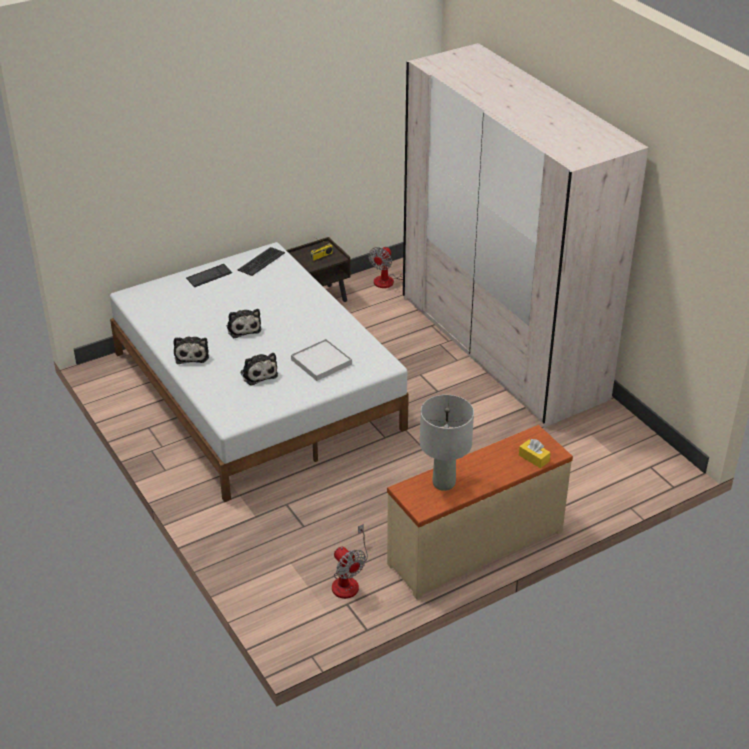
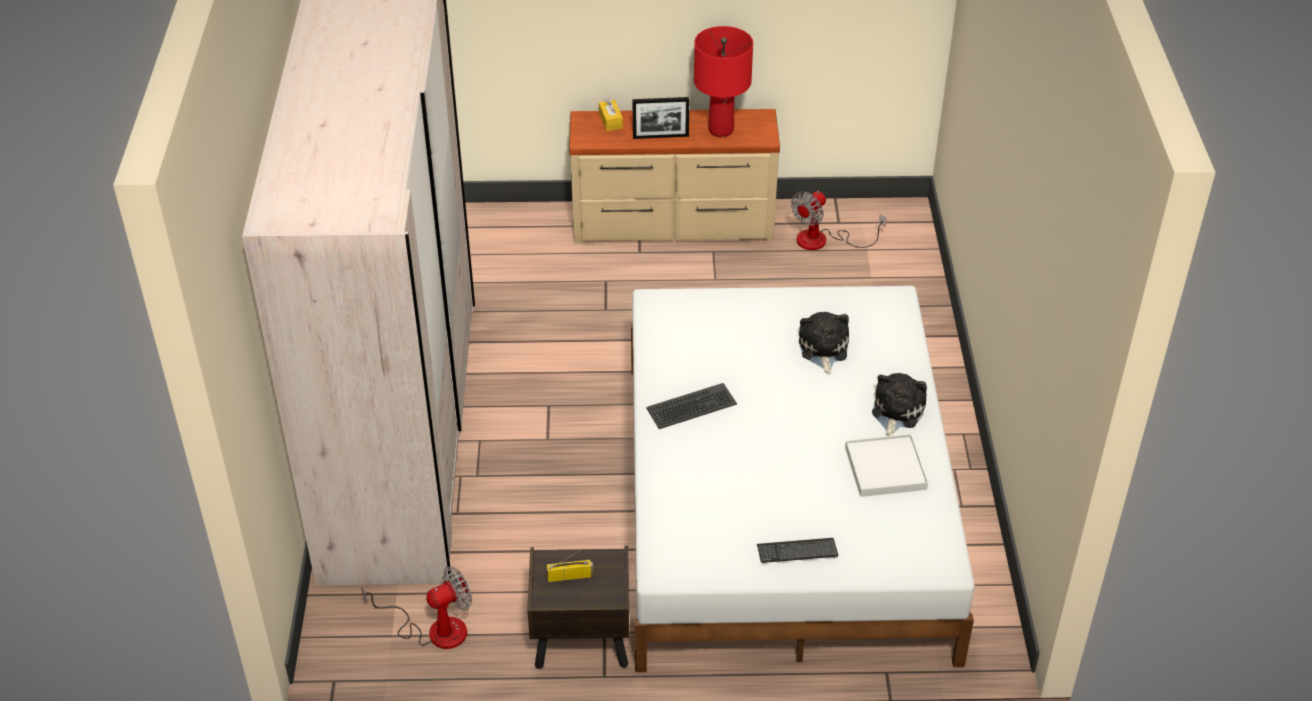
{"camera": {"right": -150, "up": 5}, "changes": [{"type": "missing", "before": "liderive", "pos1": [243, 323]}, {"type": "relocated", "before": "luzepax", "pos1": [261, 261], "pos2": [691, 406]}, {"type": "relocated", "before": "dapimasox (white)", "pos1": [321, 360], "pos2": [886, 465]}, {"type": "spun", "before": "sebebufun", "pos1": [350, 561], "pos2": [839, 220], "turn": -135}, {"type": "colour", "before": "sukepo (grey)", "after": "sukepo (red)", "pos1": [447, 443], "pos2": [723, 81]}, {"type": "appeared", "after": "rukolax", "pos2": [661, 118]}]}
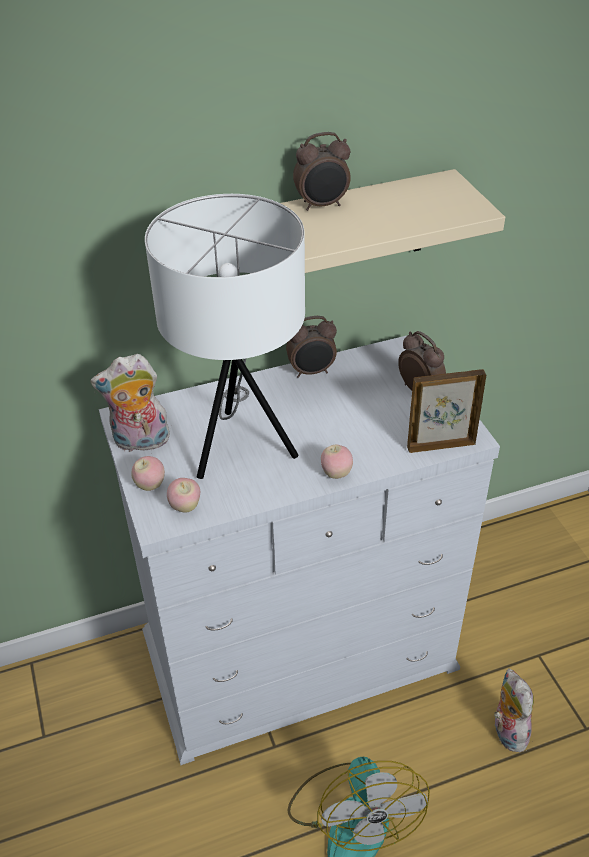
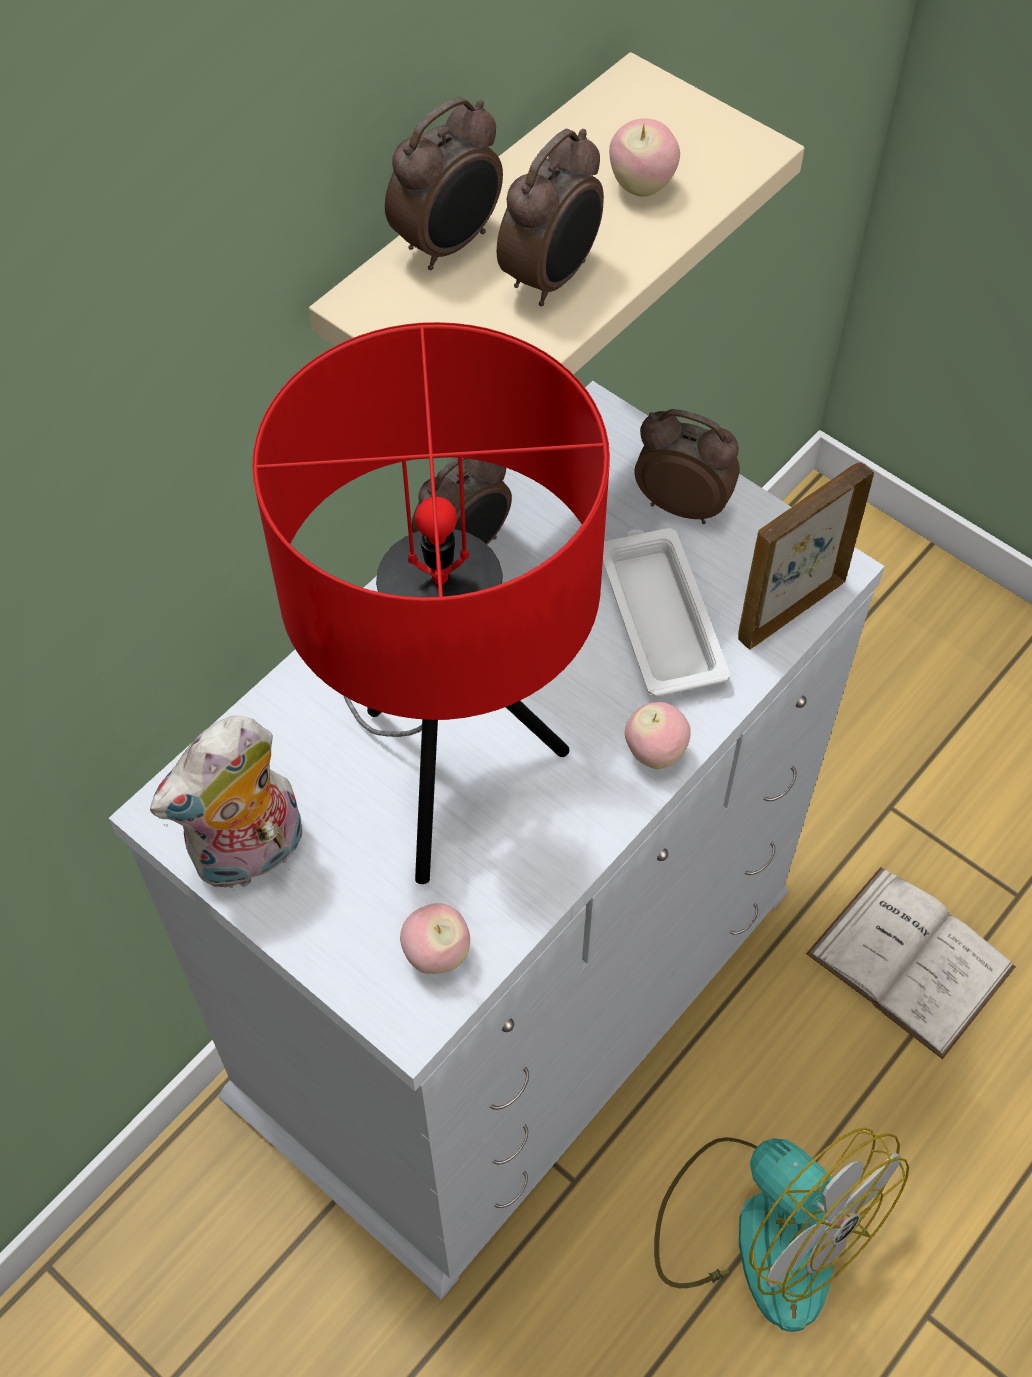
{"camera": {"right": -30, "up": 15}, "changes": [{"type": "relocated", "before": "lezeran", "pos1": [148, 473], "pos2": [644, 157]}, {"type": "colour", "before": "sukepo (white)", "after": "sukepo (red)", "pos1": [225, 336], "pos2": [431, 603]}, {"type": "exchanged", "before": "liderive", "after": "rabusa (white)", "pos1": [514, 710], "pos2": [911, 963]}, {"type": "appeared", "after": "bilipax", "pos2": [550, 217]}, {"type": "appeared", "after": "dapimasox (white)", "pos2": [666, 612]}]}
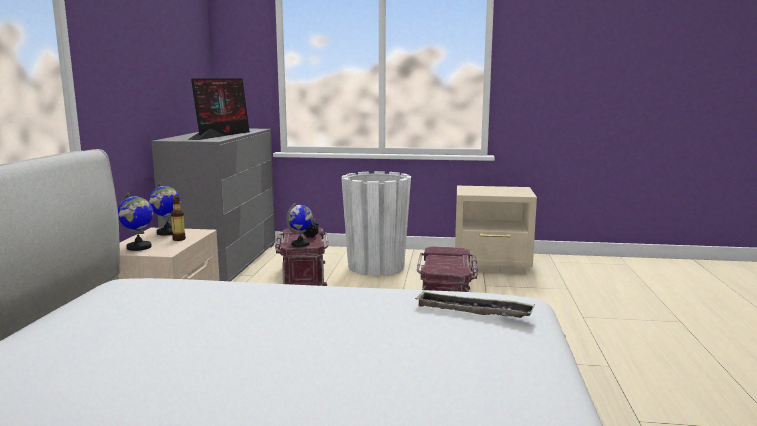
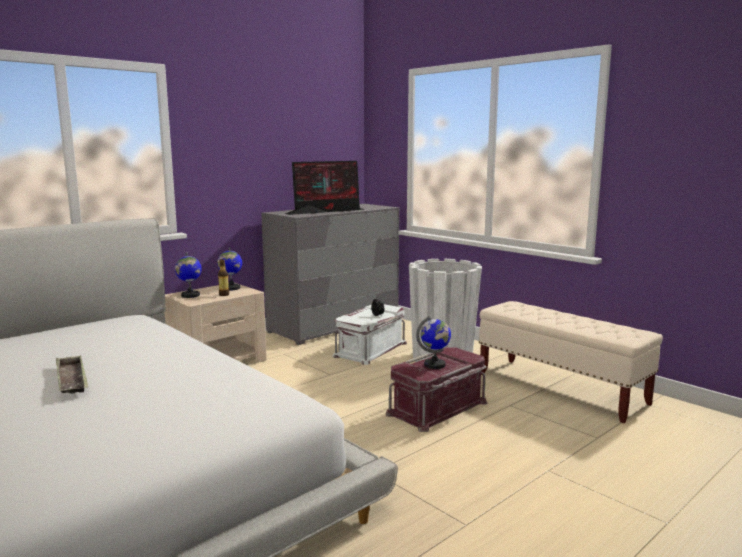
{"camera": {"right": 40, "up": 0}, "changes": [{"type": "colour", "before": "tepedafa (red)", "after": "tepedafa (white)", "pos1": [301, 256], "pos2": [370, 334]}, {"type": "relocated", "before": "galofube", "pos1": [299, 225], "pos2": [433, 342]}, {"type": "relocated", "before": "dapimasox", "pos1": [475, 304], "pos2": [72, 374]}, {"type": "exchanged", "before": "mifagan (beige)", "after": "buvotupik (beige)", "pos1": [496, 230], "pos2": [571, 362]}]}
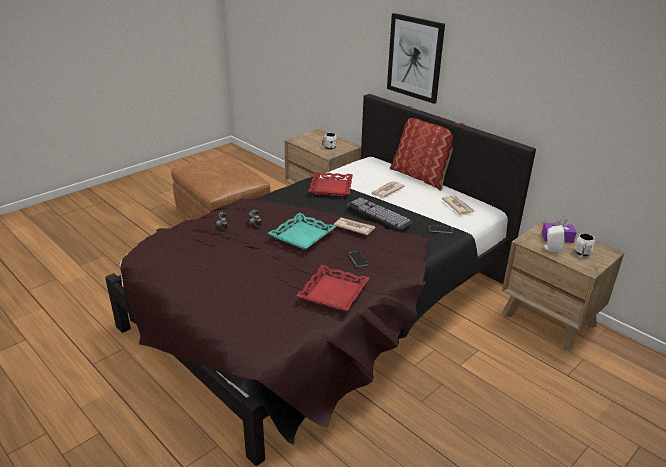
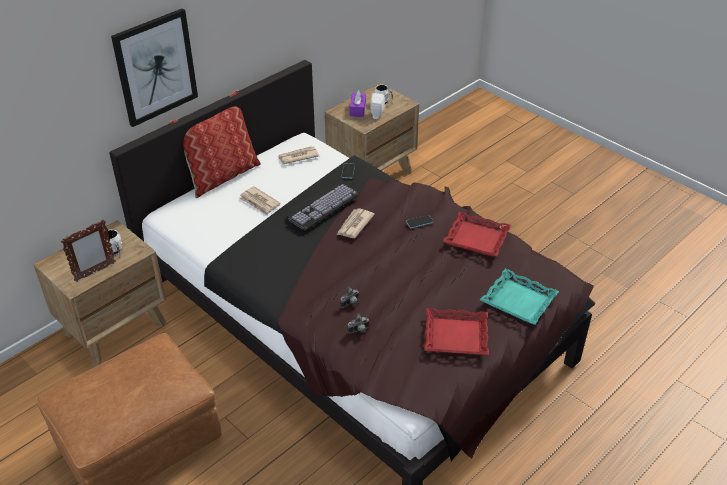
{"camera": {"right": -90, "up": 10}, "changes": [{"type": "relocated", "before": "dapimasox (turquoise)", "pos1": [302, 231], "pos2": [519, 296]}, {"type": "relocated", "before": "dapimasox (red)", "pos1": [331, 184], "pos2": [456, 331]}, {"type": "appeared", "after": "rukolax", "pos2": [88, 251]}]}
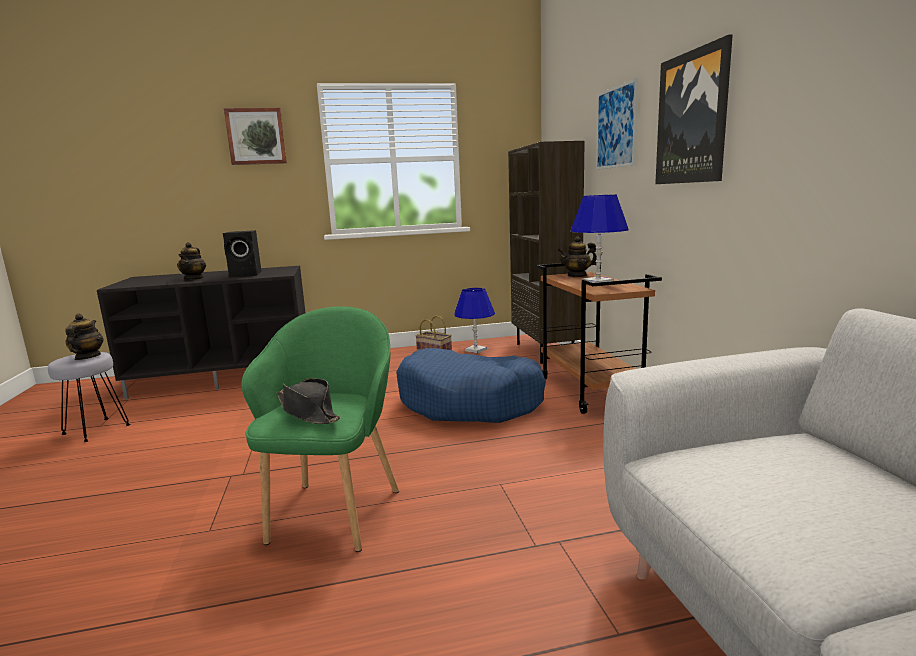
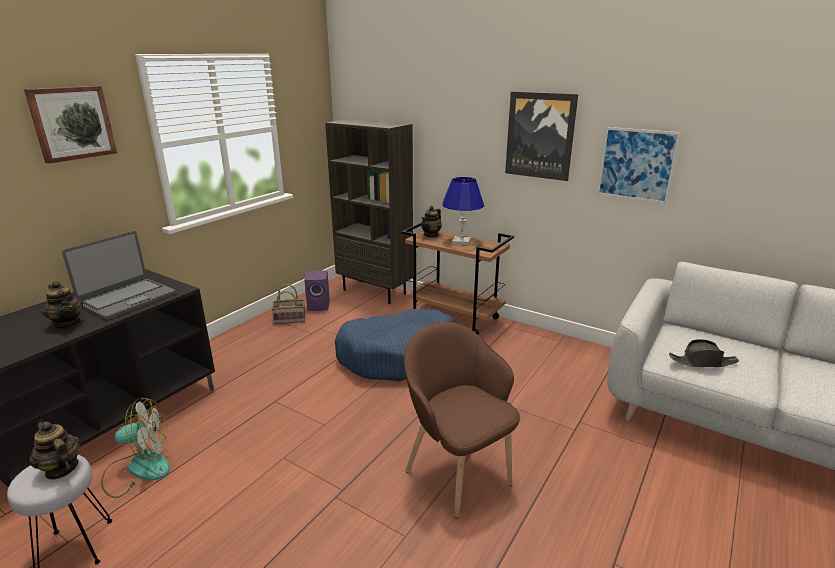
{"camera": {"right": -45, "up": 10}, "changes": [{"type": "exchanged", "before": "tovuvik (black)", "after": "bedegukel", "pos1": [242, 253], "pos2": [119, 275]}, {"type": "colour", "before": "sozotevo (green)", "after": "sozotevo (brown)", "pos1": [320, 429], "pos2": [462, 420]}, {"type": "relocated", "before": "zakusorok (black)", "pos1": [308, 401], "pos2": [704, 353]}, {"type": "exchanged", "before": "sukepo (blue)", "after": "tovuvik (purple)", "pos1": [474, 320], "pos2": [317, 290]}, {"type": "relocated", "before": "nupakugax", "pos1": [617, 124], "pos2": [639, 165]}, {"type": "appeared", "after": "sebebufun", "pos2": [135, 448]}]}
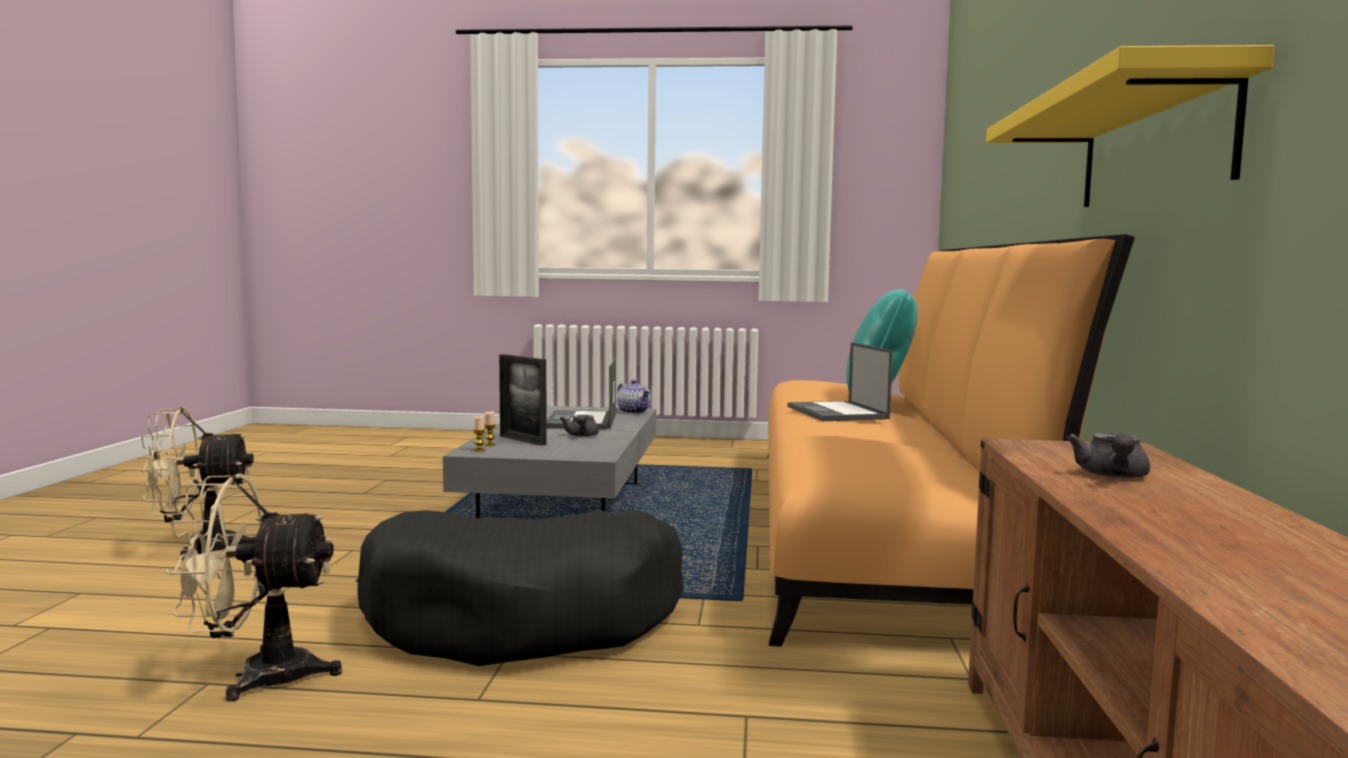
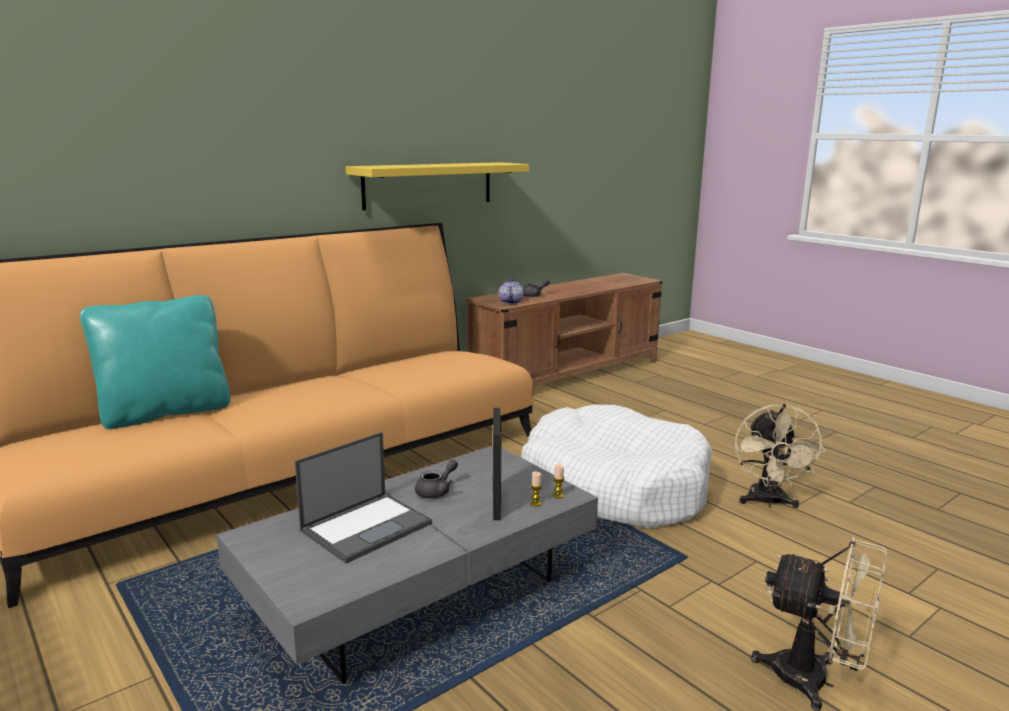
{"camera": {"right": -135, "up": 10}, "changes": [{"type": "spun", "before": "sebebufun (beige)", "pos1": [253, 588], "pos2": [780, 456], "turn": 60}, {"type": "colour", "before": "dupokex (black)", "after": "dupokex (white)", "pos1": [520, 587], "pos2": [616, 467]}, {"type": "relocated", "before": "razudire", "pos1": [633, 397], "pos2": [511, 291]}, {"type": "missing", "before": "bedegukel", "pos1": [840, 381]}]}
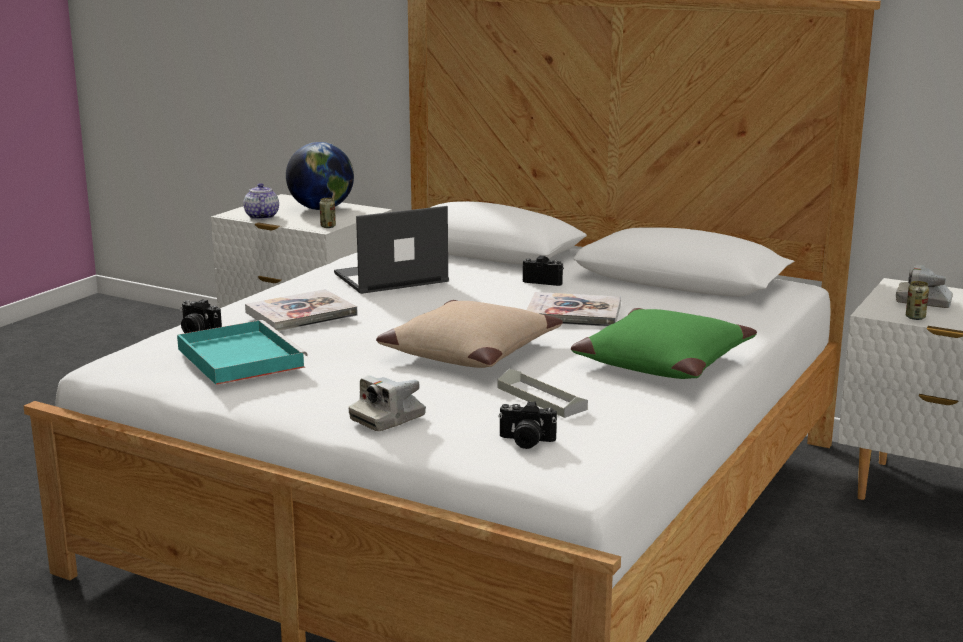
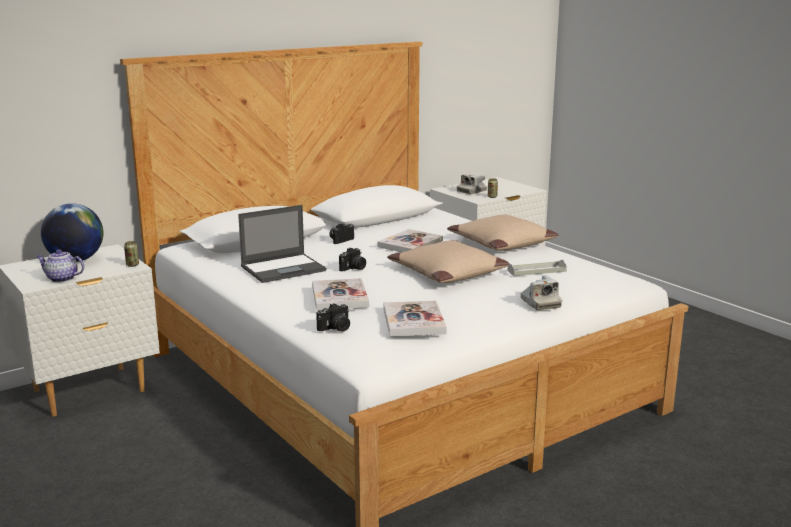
{"camera": {"right": -65, "up": 0}, "changes": [{"type": "exchanged", "before": "dapimasox (turquoise)", "after": "rabusa", "pos1": [242, 352], "pos2": [415, 318]}, {"type": "spun", "before": "bedegukel", "pos1": [391, 250], "pos2": [282, 244], "turn": -120}, {"type": "relocated", "before": "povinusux", "pos1": [527, 425], "pos2": [352, 260]}, {"type": "colour", "before": "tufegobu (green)", "after": "tufegobu (beige)", "pos1": [664, 343], "pos2": [503, 233]}]}
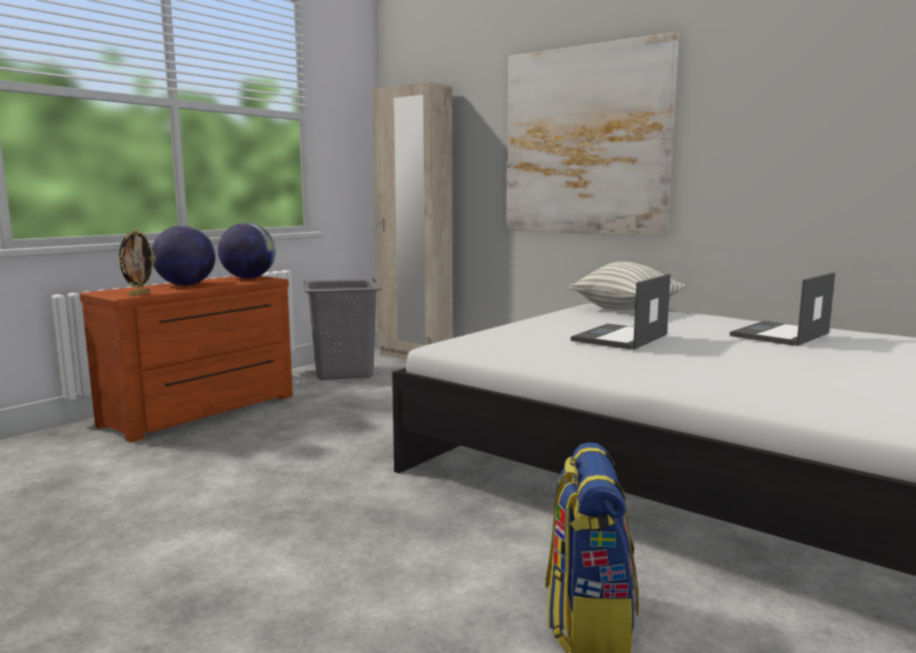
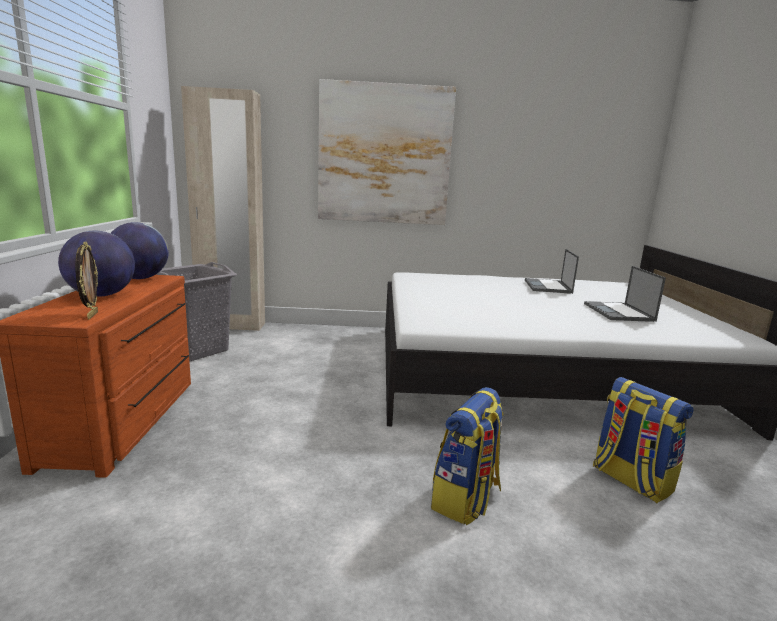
{"camera": {"right": -40, "up": 5}, "changes": [{"type": "missing", "before": "tufegobu", "pos1": [627, 286]}, {"type": "relocated", "before": "bedegukel", "pos1": [621, 312], "pos2": [625, 294]}, {"type": "appeared", "after": "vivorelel", "pos2": [467, 456]}]}
